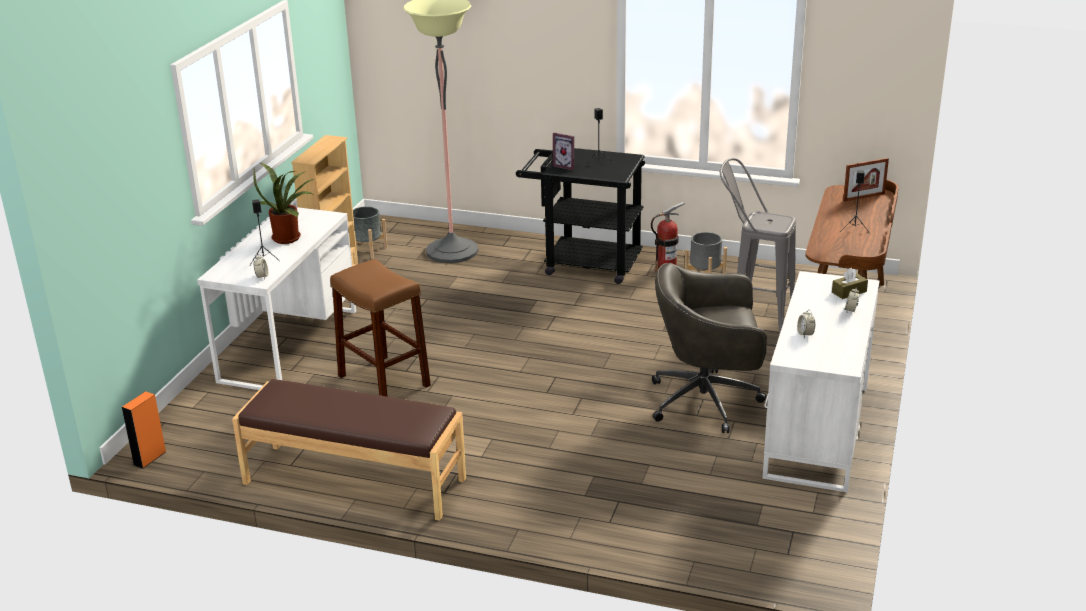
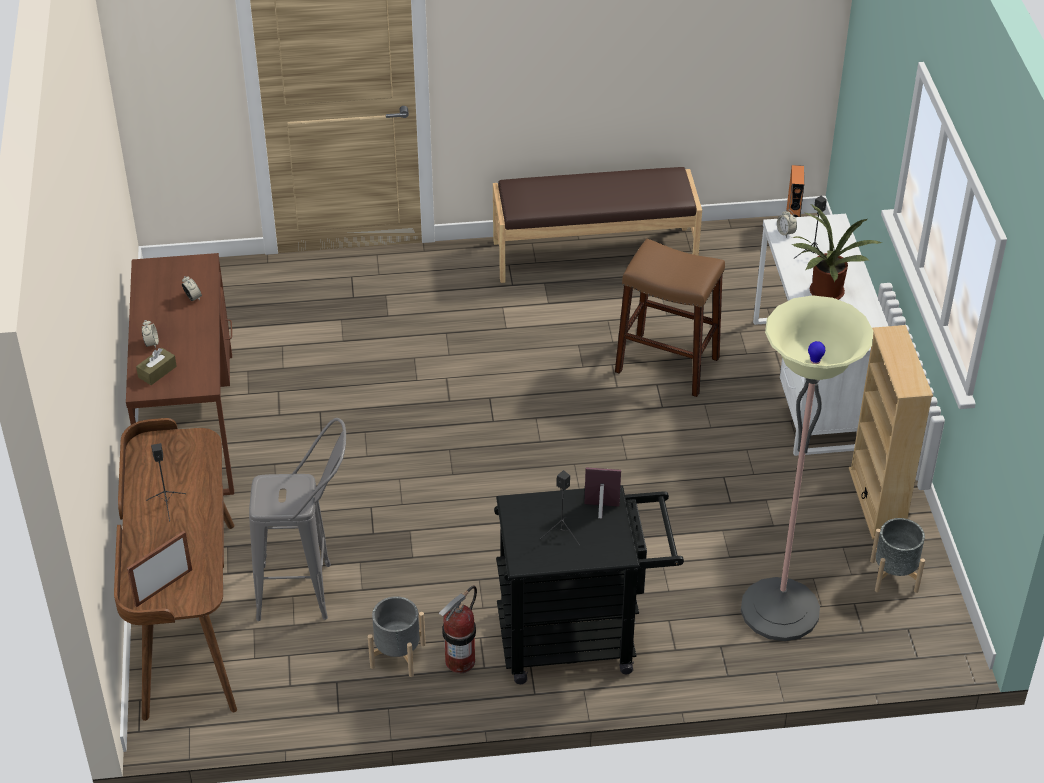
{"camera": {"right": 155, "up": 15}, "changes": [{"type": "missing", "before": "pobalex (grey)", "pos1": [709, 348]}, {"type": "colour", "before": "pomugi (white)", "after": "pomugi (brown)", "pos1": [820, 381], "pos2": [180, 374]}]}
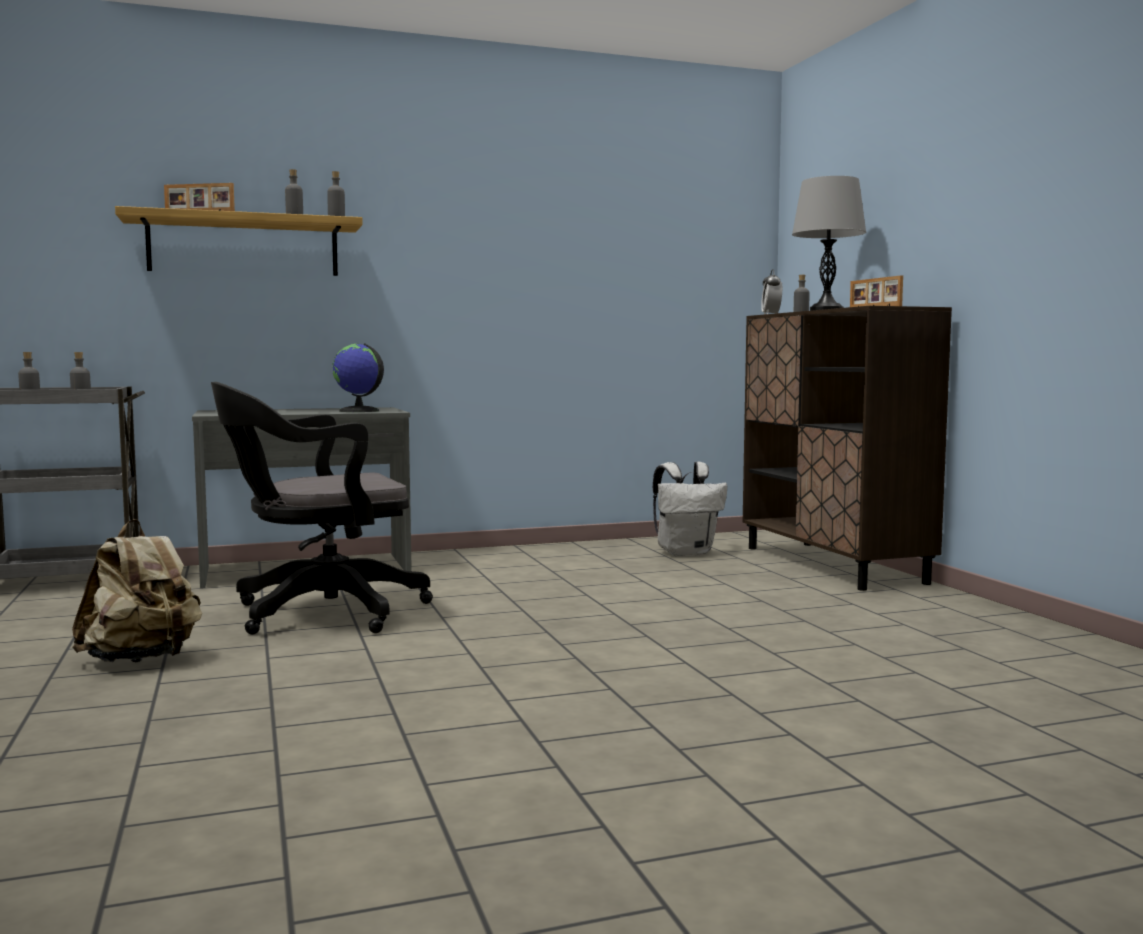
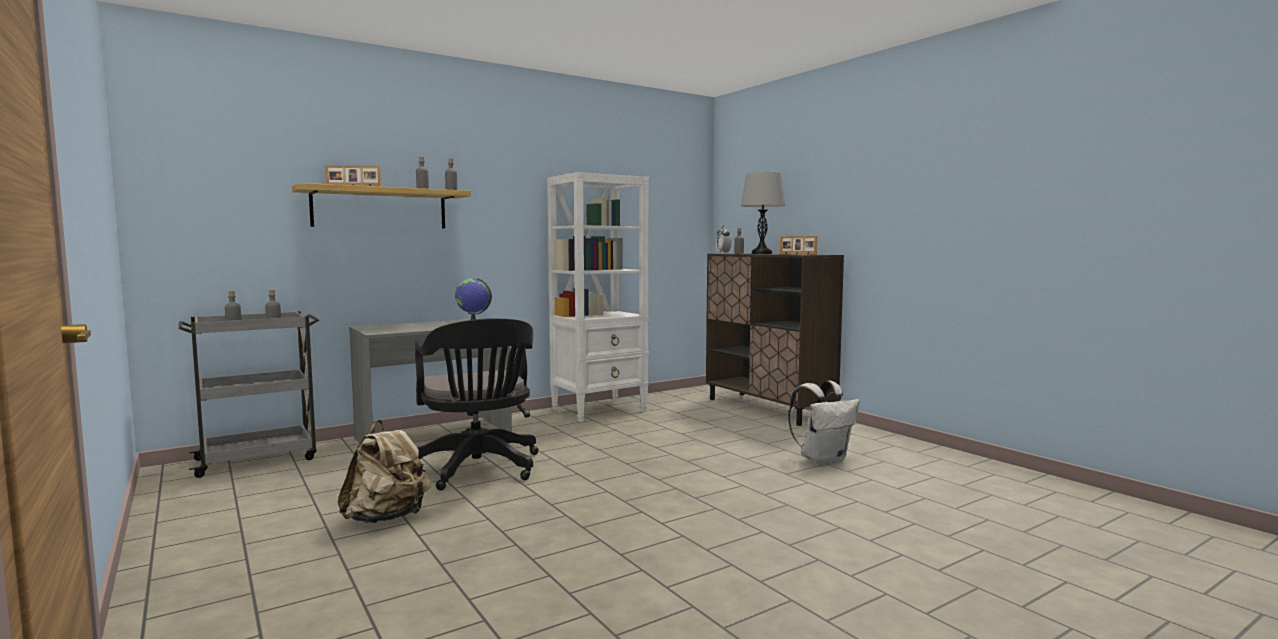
{"camera": {"right": -15, "up": 0}, "changes": [{"type": "spun", "before": "pobalex (black)", "pos1": [322, 508], "pos2": [477, 404], "turn": -75}, {"type": "relocated", "before": "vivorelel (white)", "pos1": [690, 509], "pos2": [824, 423]}, {"type": "appeared", "after": "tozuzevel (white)", "pos2": [598, 297]}]}
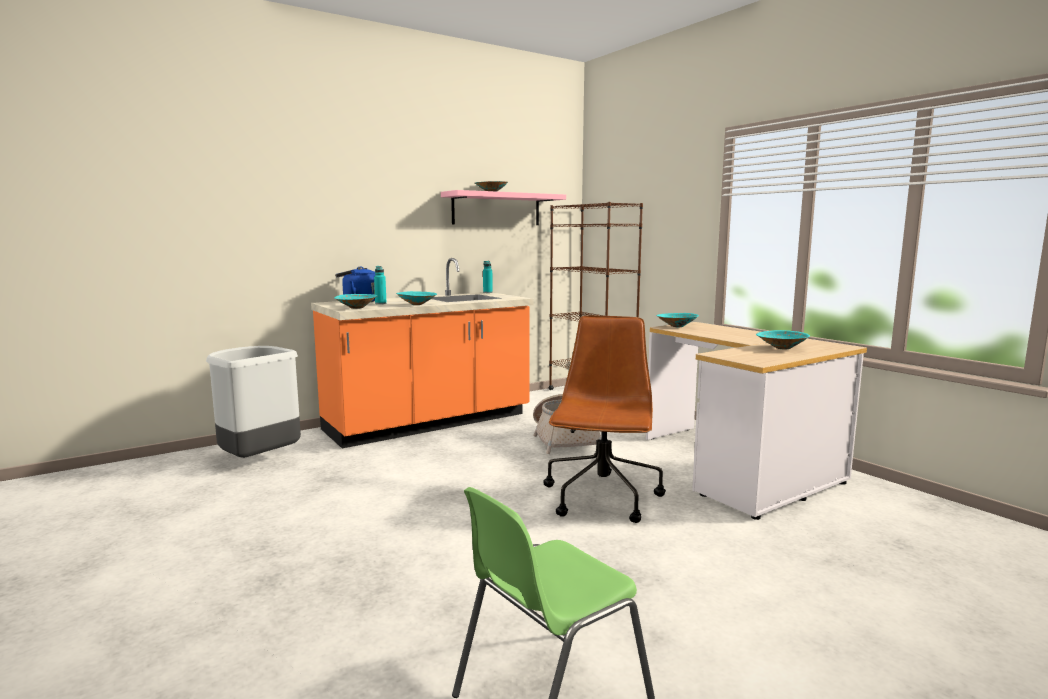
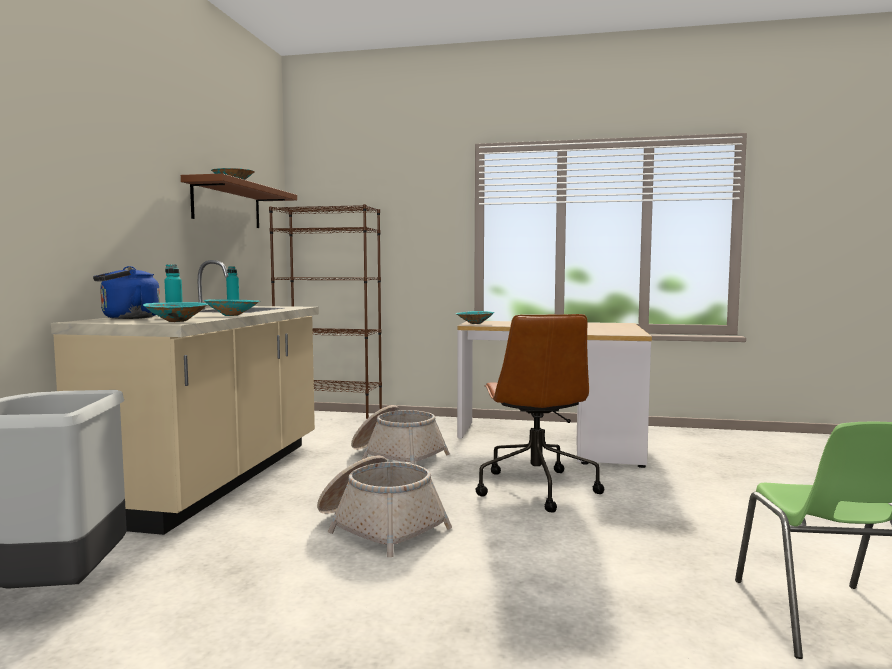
{"camera": {"right": -45, "up": -5}, "changes": [{"type": "colour", "before": "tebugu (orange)", "after": "tebugu (beige)", "pos1": [422, 353], "pos2": [185, 397]}, {"type": "colour", "before": "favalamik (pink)", "after": "favalamik (brown)", "pos1": [503, 207], "pos2": [239, 201]}, {"type": "spun", "before": "pobalex (brown)", "pos1": [604, 419], "pos2": [539, 413], "turn": -150}, {"type": "missing", "before": "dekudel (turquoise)", "pos1": [783, 340]}, {"type": "appeared", "after": "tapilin", "pos2": [384, 506]}]}
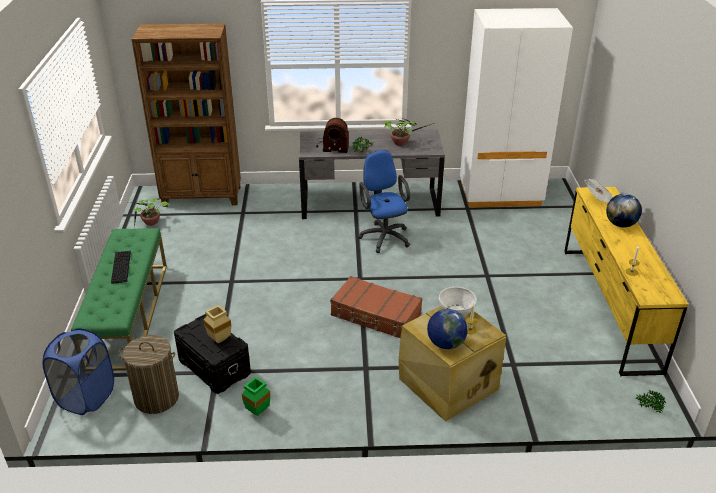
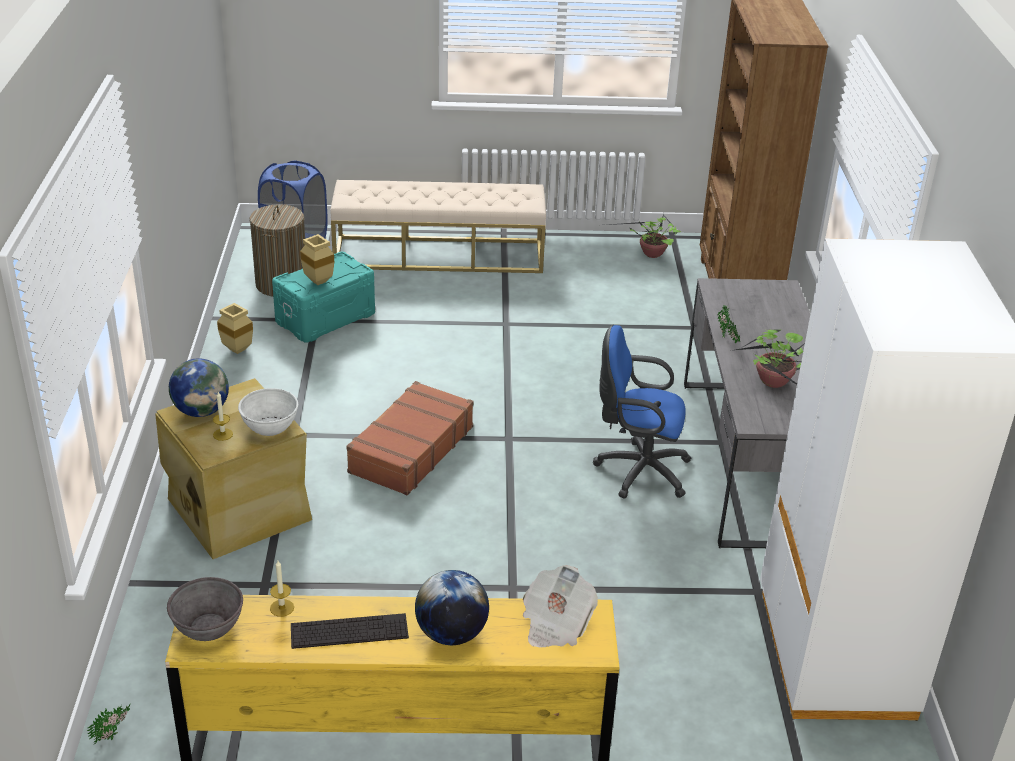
{"camera": {"right": 90, "up": 0}, "changes": [{"type": "colour", "before": "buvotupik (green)", "after": "buvotupik (beige)", "pos1": [119, 299], "pos2": [438, 226]}, {"type": "relocated", "before": "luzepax", "pos1": [121, 267], "pos2": [350, 631]}, {"type": "colour", "before": "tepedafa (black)", "after": "tepedafa (turquoise)", "pos1": [212, 354], "pos2": [323, 297]}, {"type": "colour", "before": "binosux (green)", "after": "binosux (beige)", "pos1": [256, 396], "pos2": [235, 328]}, {"type": "missing", "before": "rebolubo", "pos1": [332, 135]}, {"type": "spun", "before": "pobalex (blue)", "pos1": [384, 201], "pos2": [642, 412], "turn": -150}, {"type": "appeared", "after": "dekudel (grey)", "pos2": [205, 609]}]}
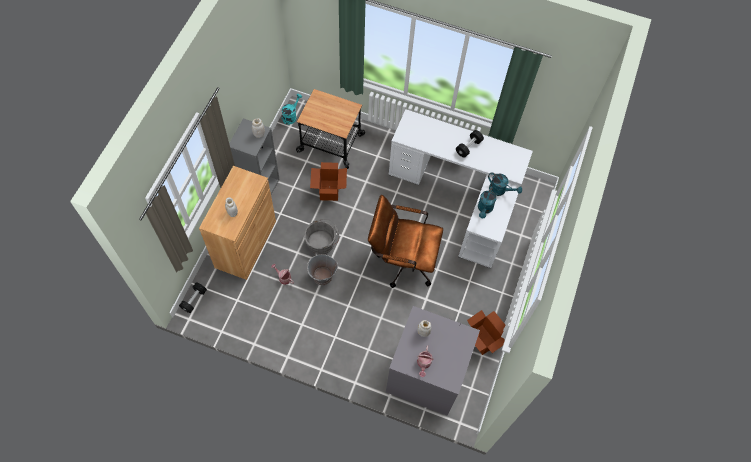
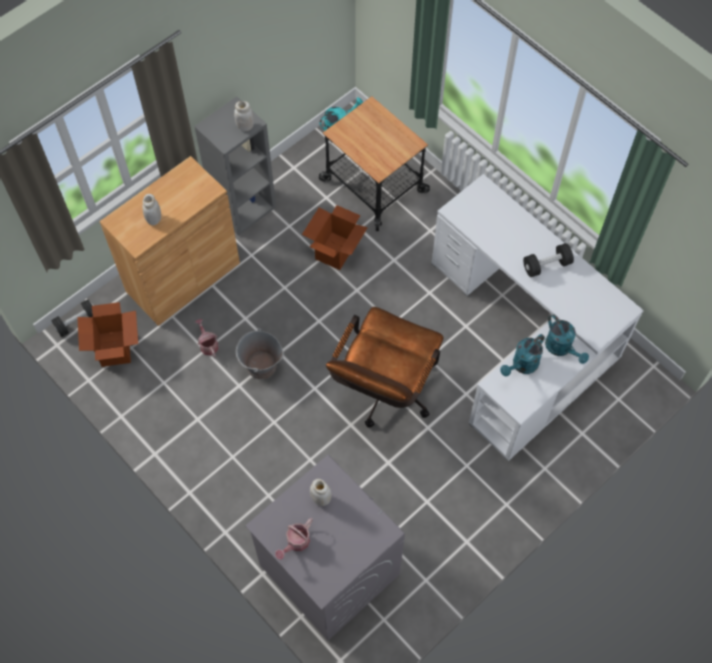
{"camera": {"right": 30, "up": 0}, "changes": [{"type": "missing", "before": "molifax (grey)", "pos1": [321, 237]}, {"type": "spun", "before": "pobalex (brown)", "pos1": [405, 241], "pos2": [385, 367], "turn": -105}, {"type": "relocated", "before": "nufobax", "pos1": [486, 332], "pos2": [107, 334]}]}
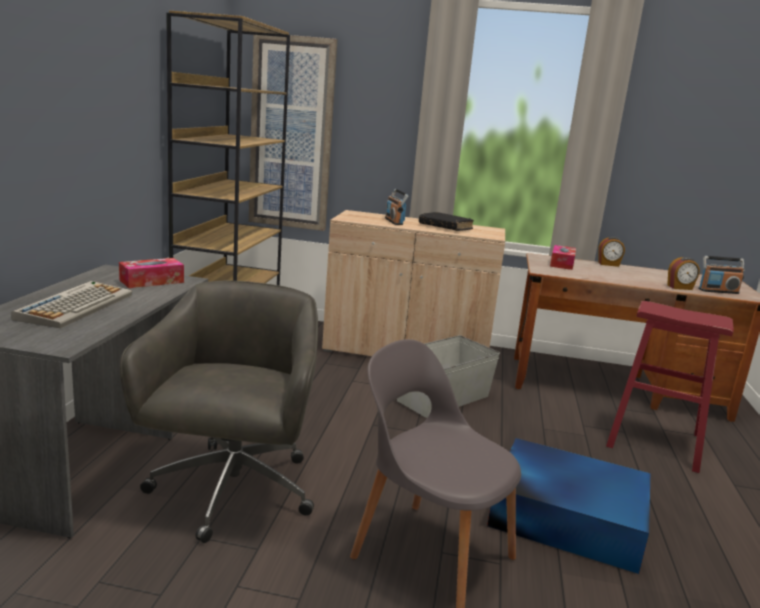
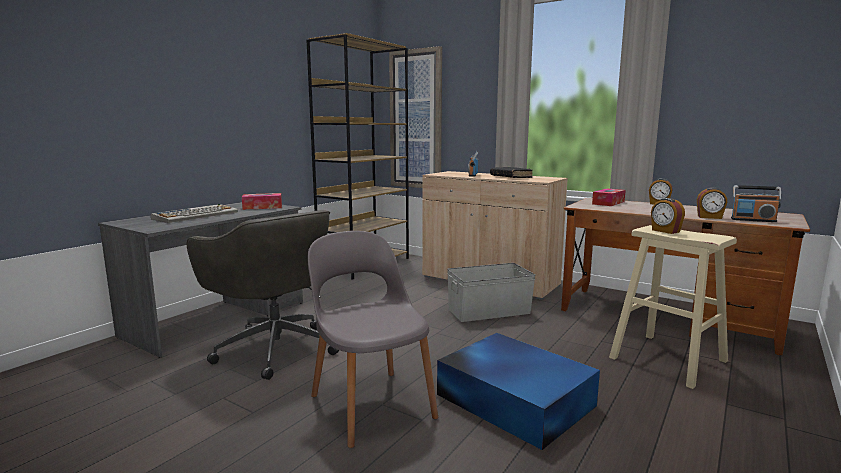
{"camera": {"right": 25, "up": -5}, "changes": [{"type": "spun", "before": "pobalex (grey)", "pos1": [219, 412], "pos2": [263, 295], "turn": 105}, {"type": "colour", "before": "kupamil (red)", "after": "kupamil (beige)", "pos1": [670, 387], "pos2": [673, 307]}, {"type": "appeared", "after": "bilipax", "pos2": [668, 216]}]}
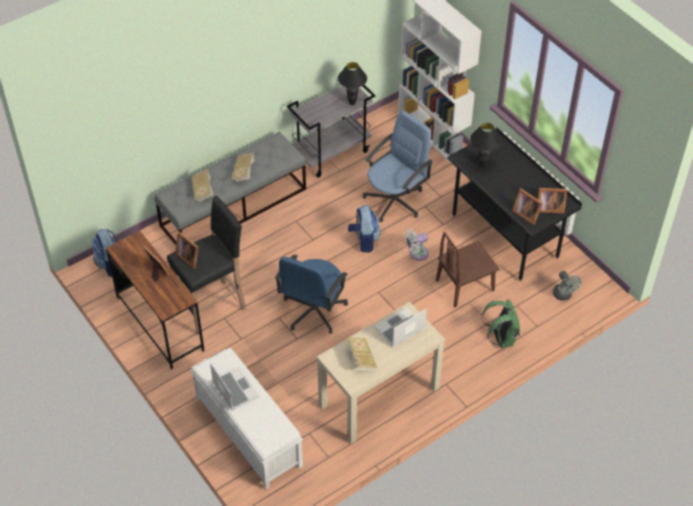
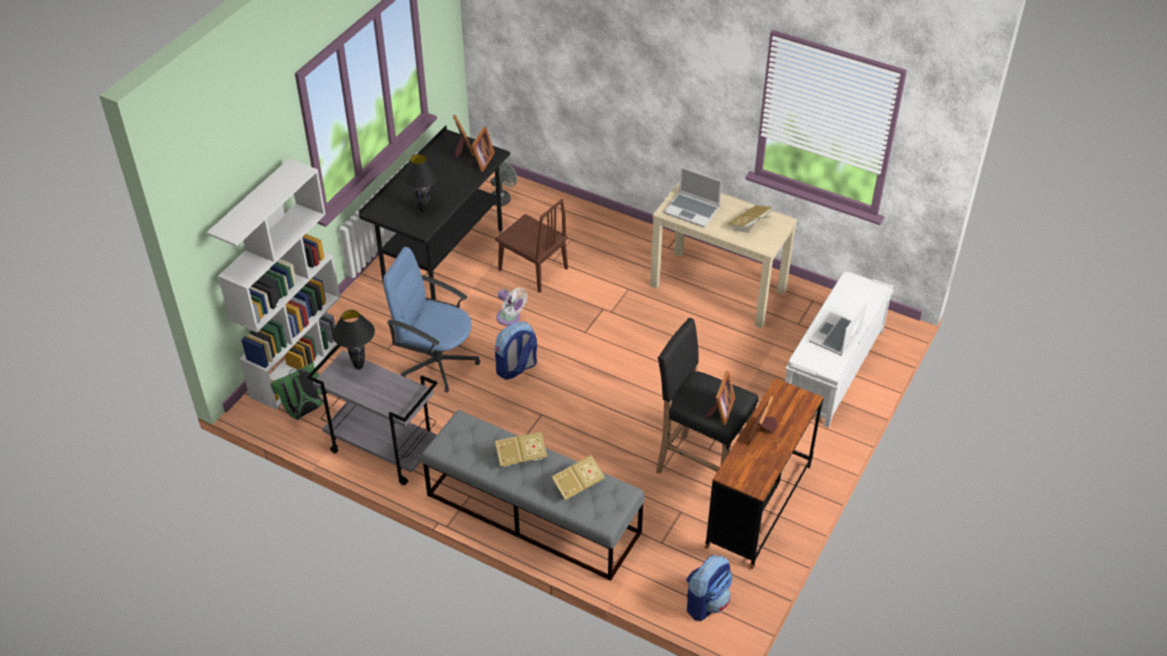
{"camera": {"right": -115, "up": -5}, "changes": [{"type": "missing", "before": "pobalex (blue)", "pos1": [311, 294]}, {"type": "relocated", "before": "vivorelel (green)", "pos1": [500, 323], "pos2": [297, 391]}]}
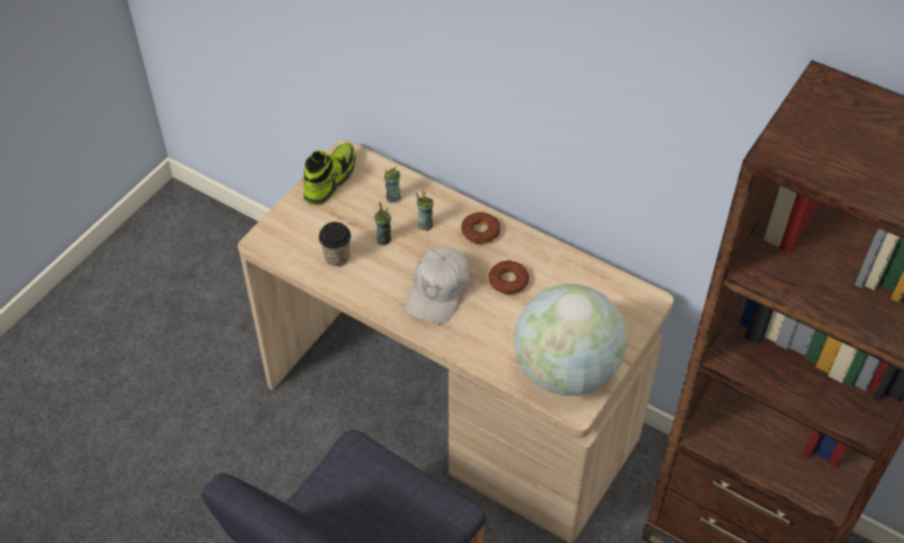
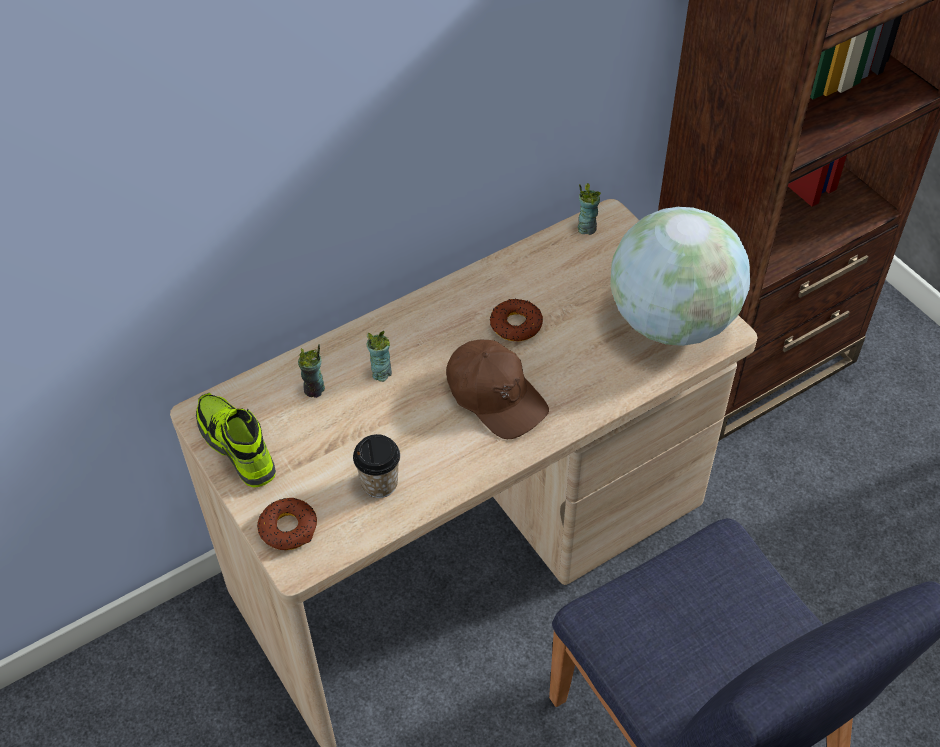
{"camera": {"right": -65, "up": 0}, "changes": [{"type": "relocated", "before": "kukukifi", "pos1": [382, 223], "pos2": [589, 209]}, {"type": "colour", "before": "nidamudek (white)", "after": "nidamudek (brown)", "pos1": [437, 285], "pos2": [497, 389]}, {"type": "relocated", "before": "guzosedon", "pos1": [480, 228], "pos2": [287, 524]}]}
